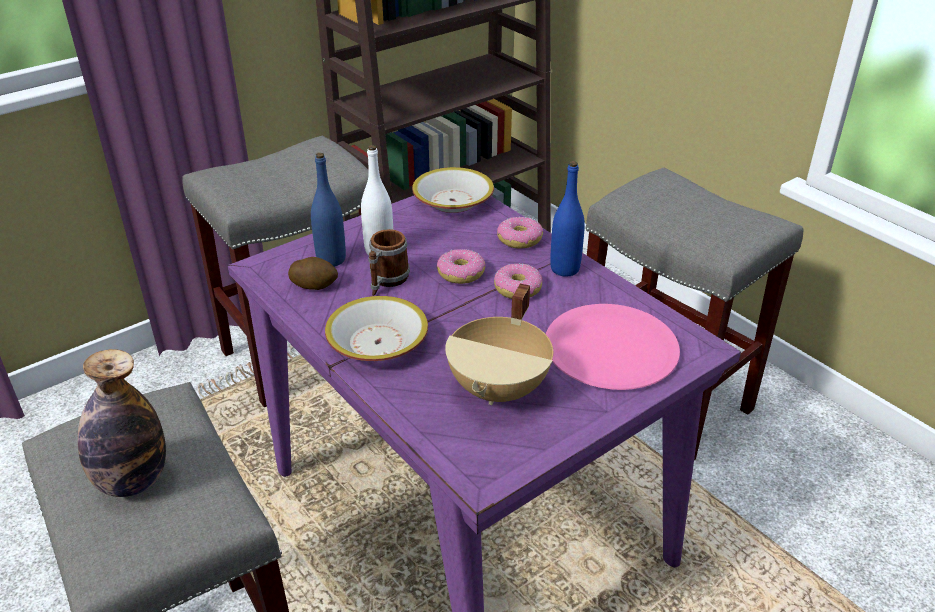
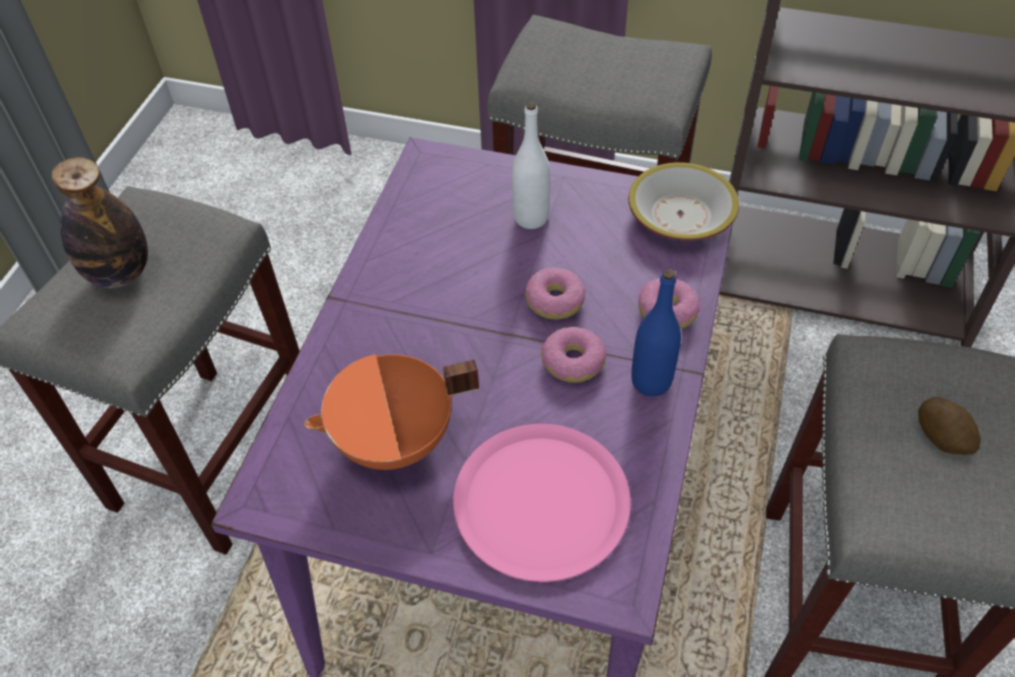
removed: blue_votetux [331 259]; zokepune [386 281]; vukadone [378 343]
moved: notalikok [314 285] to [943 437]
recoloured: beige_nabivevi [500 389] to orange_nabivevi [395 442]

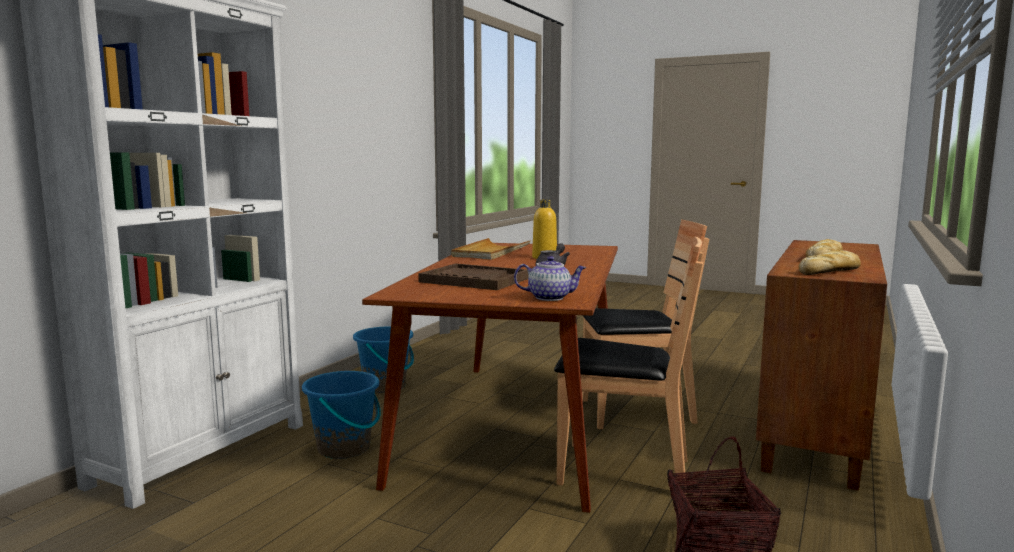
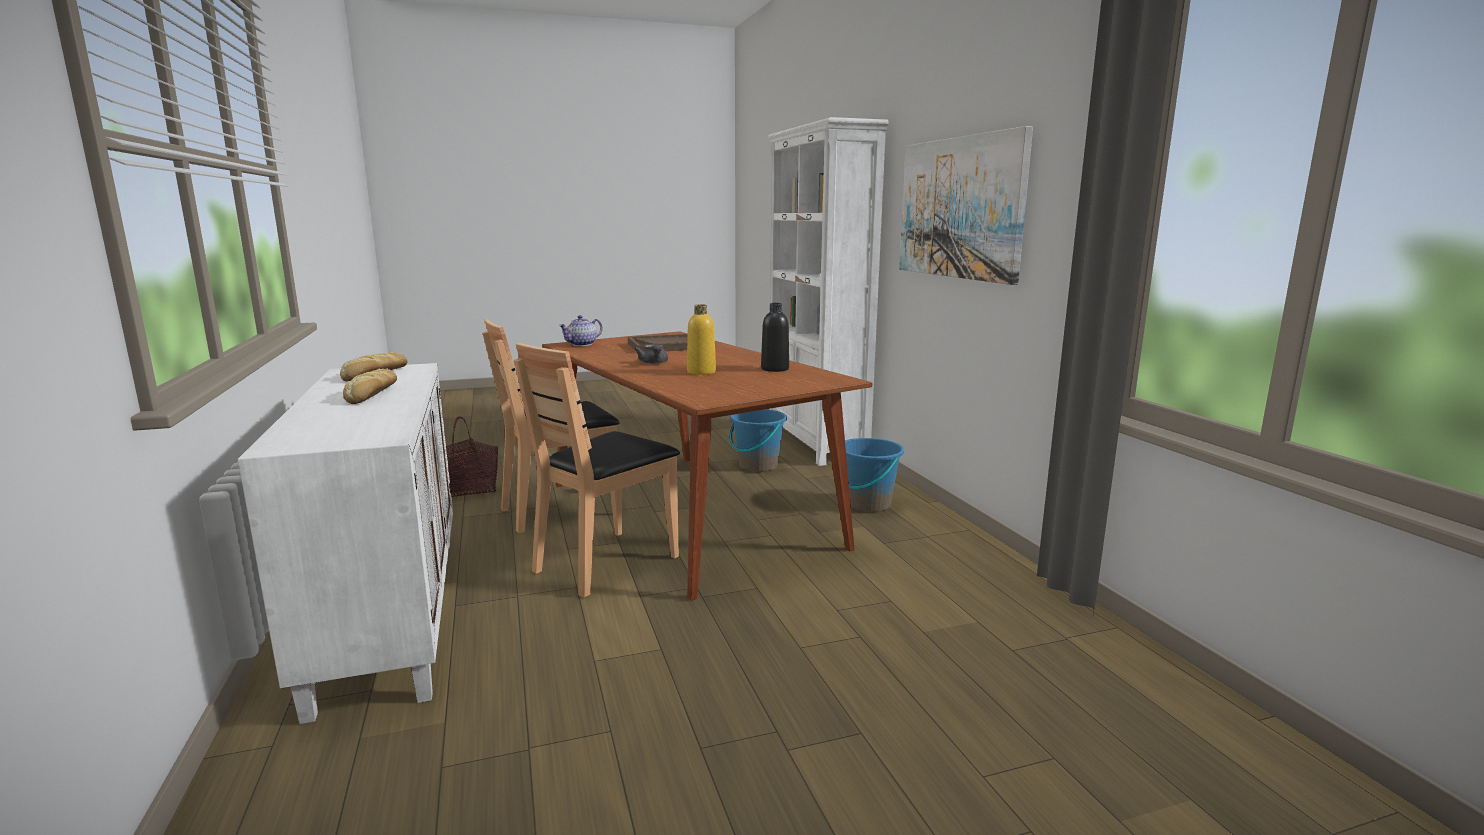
added: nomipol [960 208]
replaced: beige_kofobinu [491 252] to black_votetux [775 369]
recoloured: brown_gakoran [818 429] to white_gakoran [388 614]

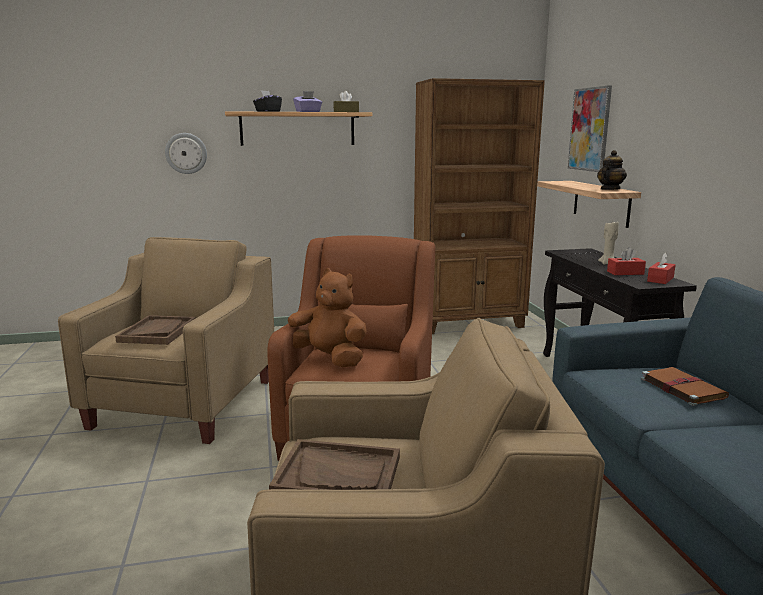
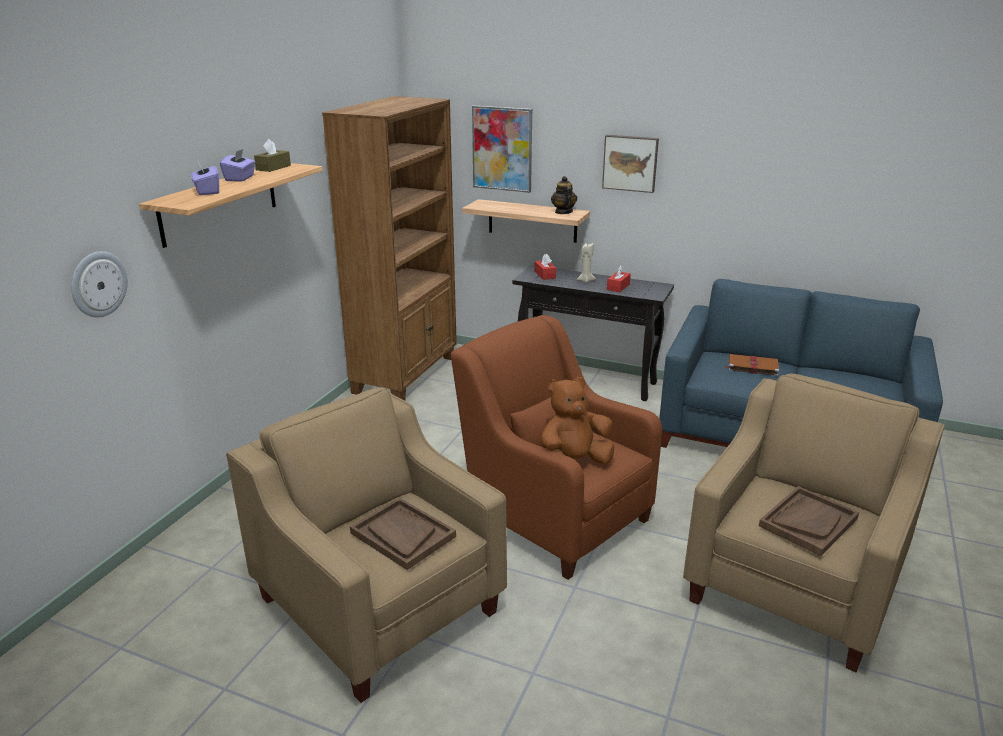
added: nomipol [630 163]
moved: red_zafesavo [660 279] to [545 275]
recoloured: black_zafesavo [268 111] to purple_zafesavo [207 191]

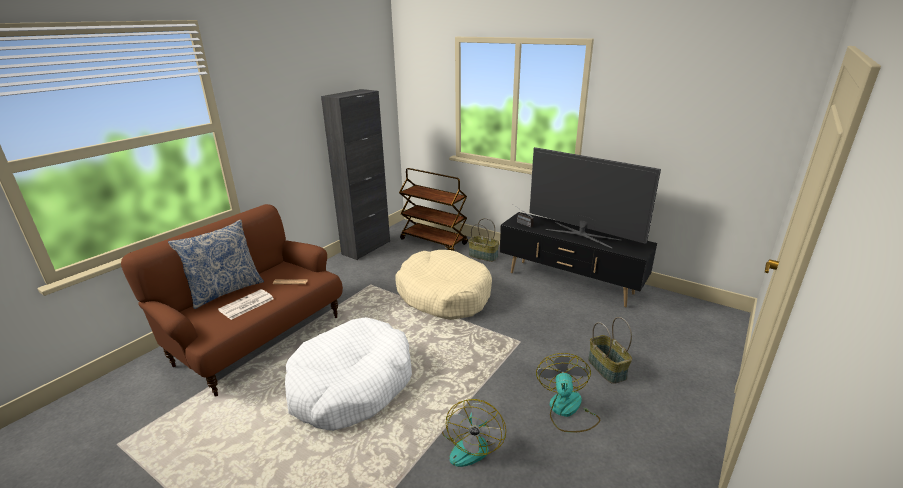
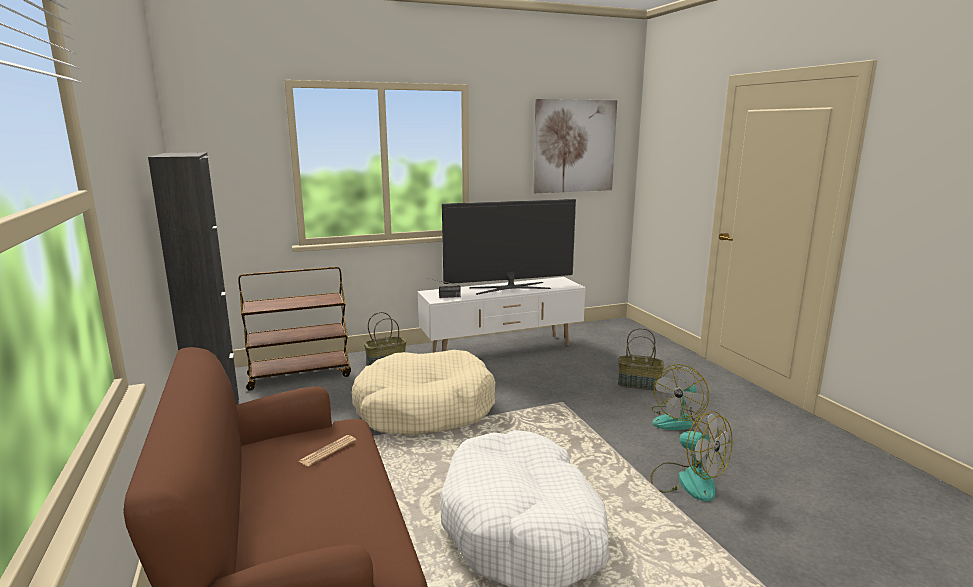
removed: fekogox [225 291]; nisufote [246 305]
added: nomipol [574 146]
recoloured: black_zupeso [569 283] to white_zupeso [502 349]
turned: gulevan [567 410] = [677 420] 90 degrees counterclockwise

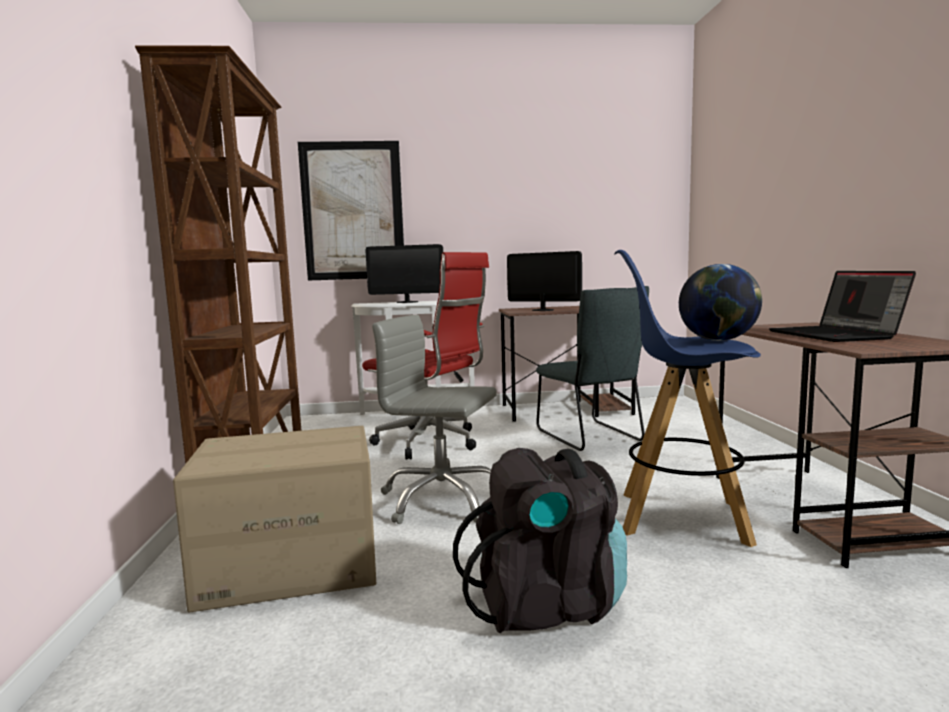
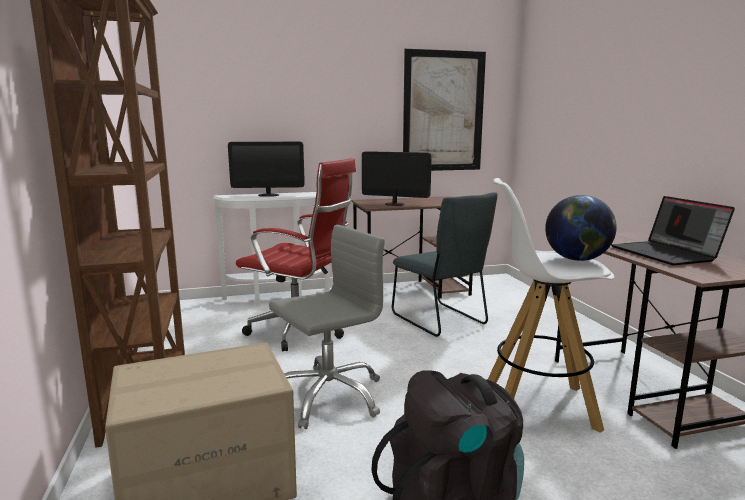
moved: nomipol [353 211] to [443 111]
recoloured: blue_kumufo [680 517] to white_kumufo [537 405]
turned: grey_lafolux [441 499] = [328 396] 135 degrees clockwise

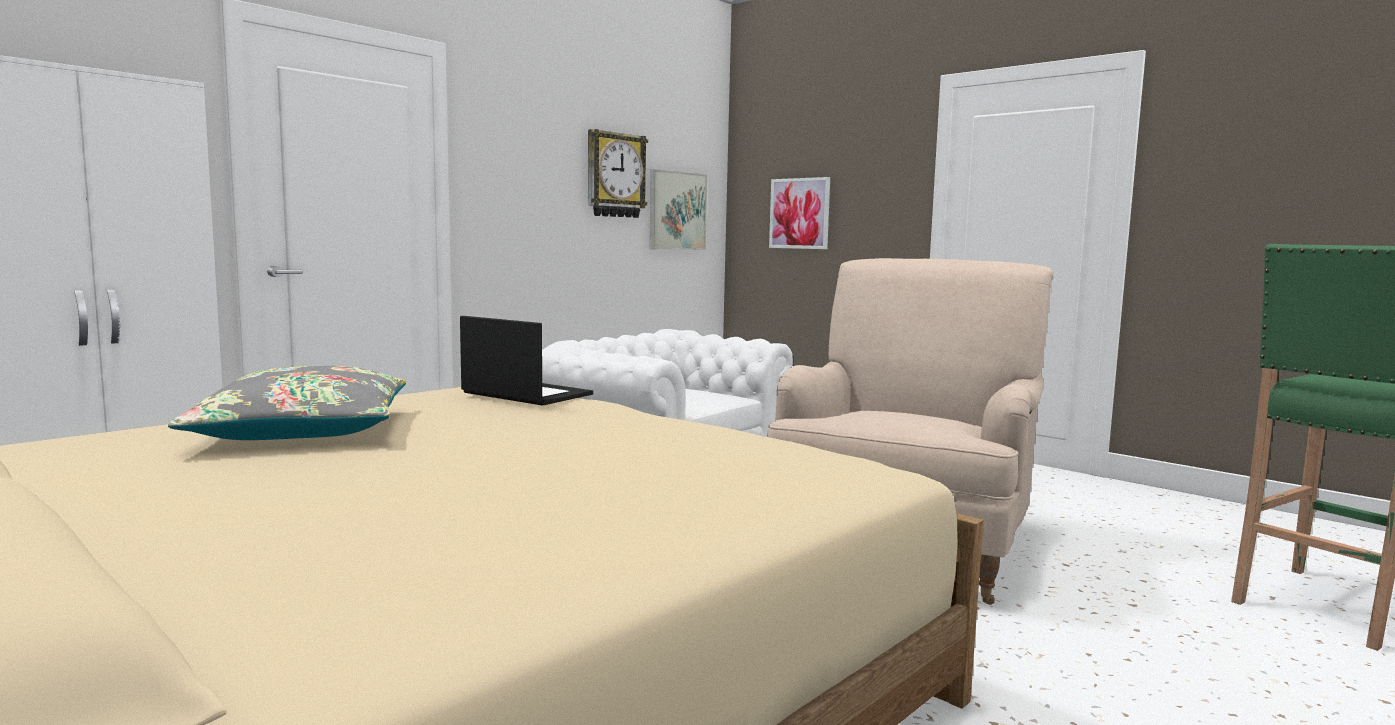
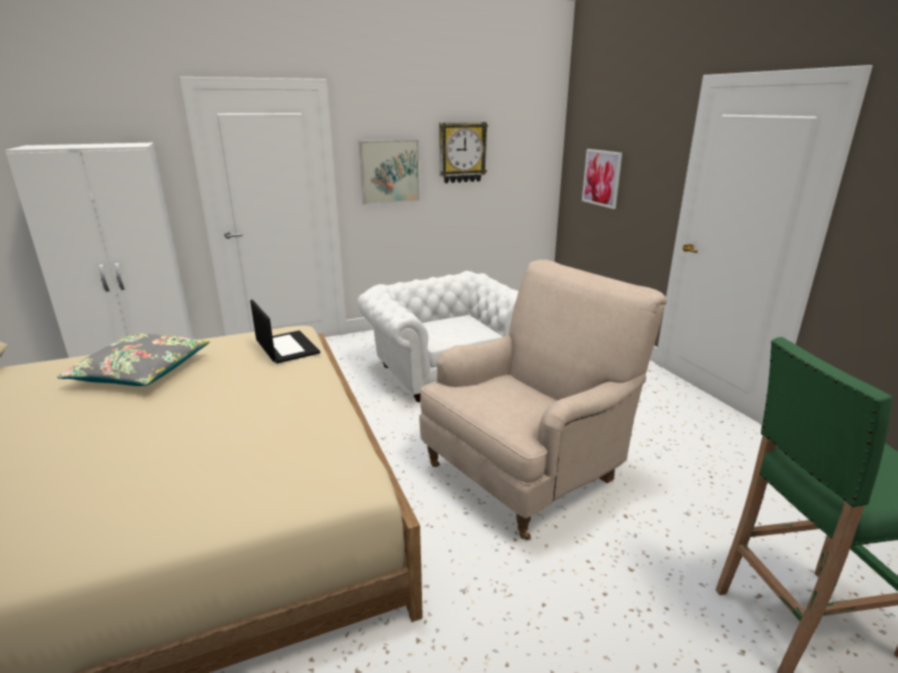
moved: nomipol [677 211] to [389 171]

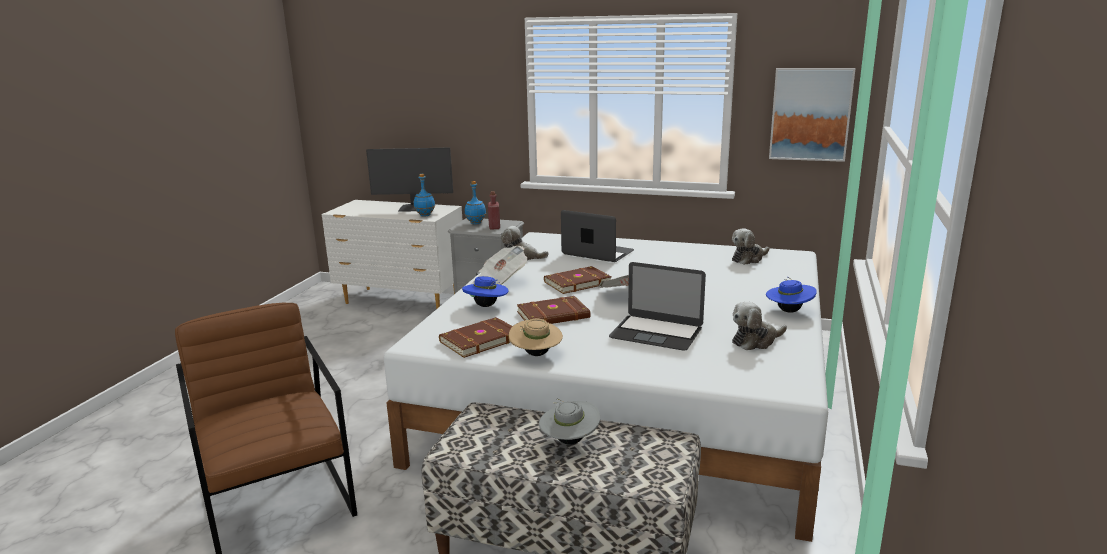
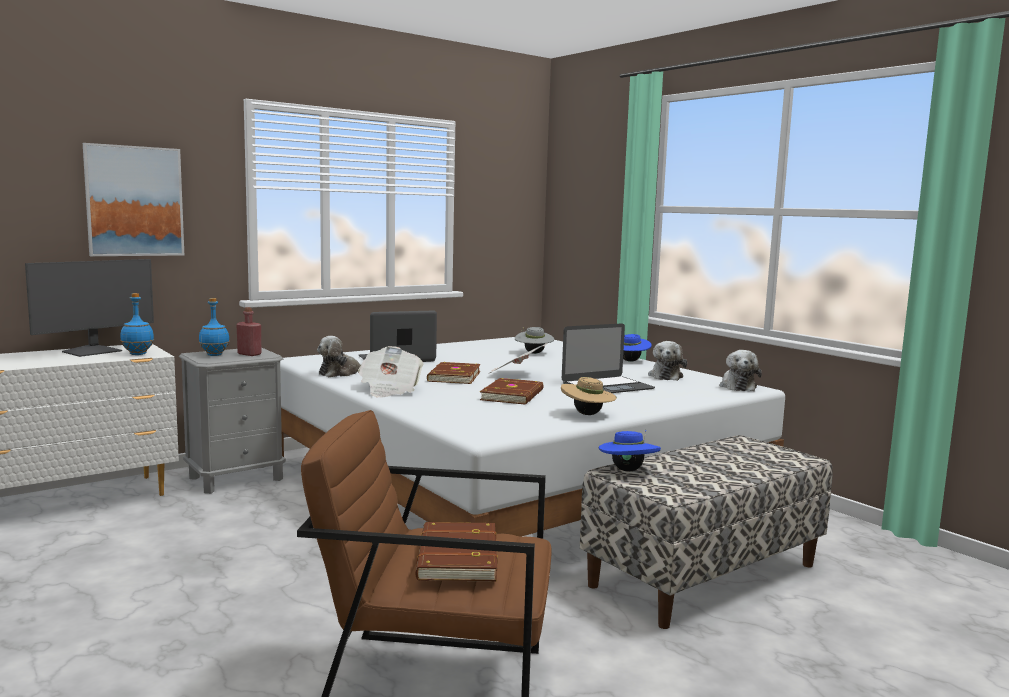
moved: nomipol [810 114] to [134 201]; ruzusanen [748 259] to [737 386]; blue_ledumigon [486 306] to [628 470]; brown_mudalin [479 340] to [455 557]; grey_ledumigon [569 441] to [533 353]

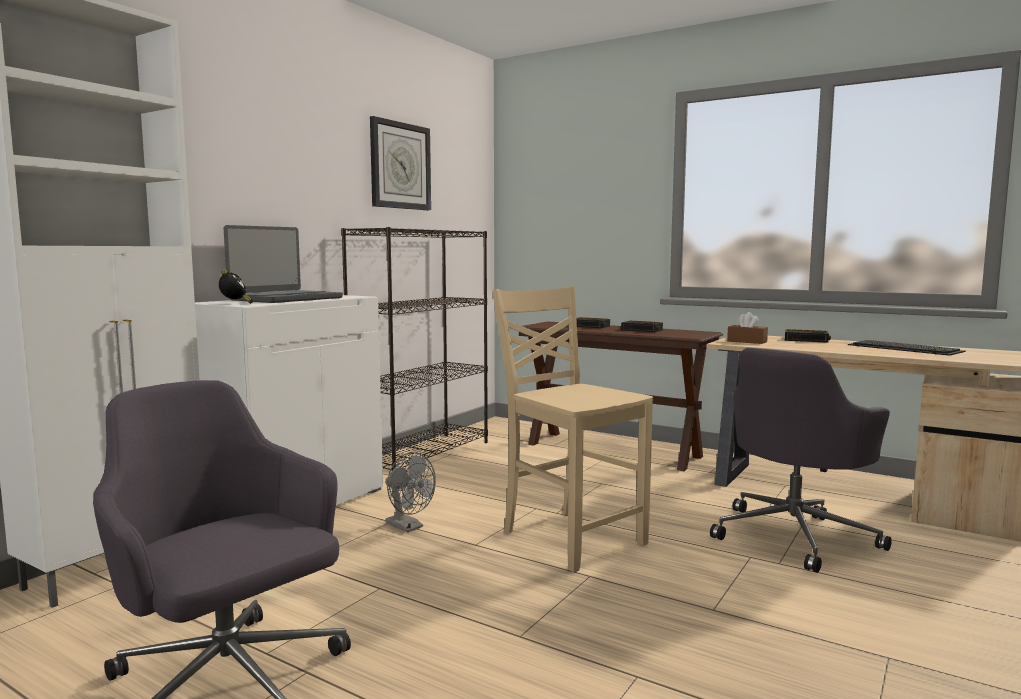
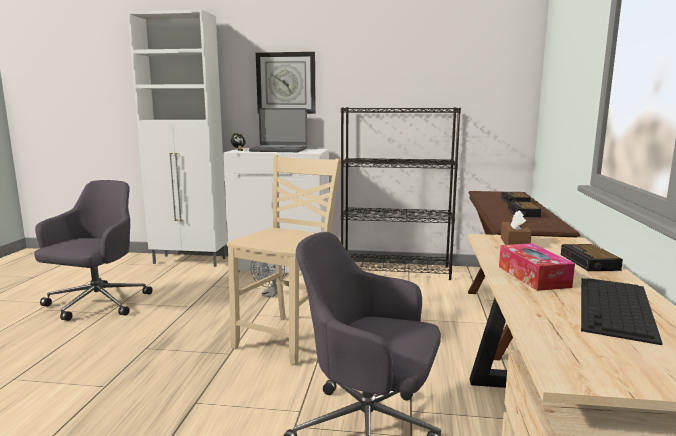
added: zafesavo [533 276]
moved: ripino [400 166] to [286 83]

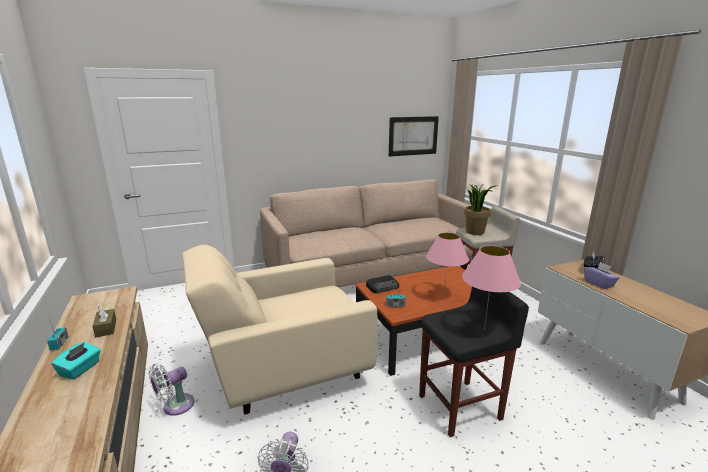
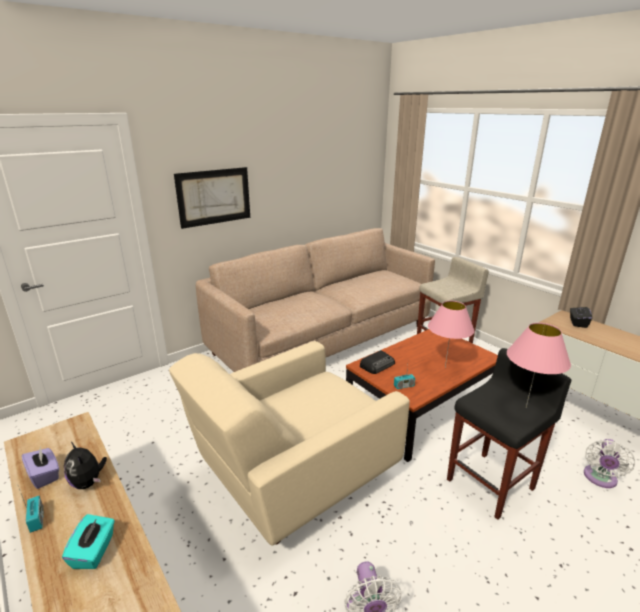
removed: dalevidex [475 232]
moved: nomipol [413 136] to [214 197]; purple_zafesavo [599 283] to [45 475]; white_gulevan [175 406] to [599 479]
replaced: brown_zafesavo [106 328] to ruzusanen [88 482]

